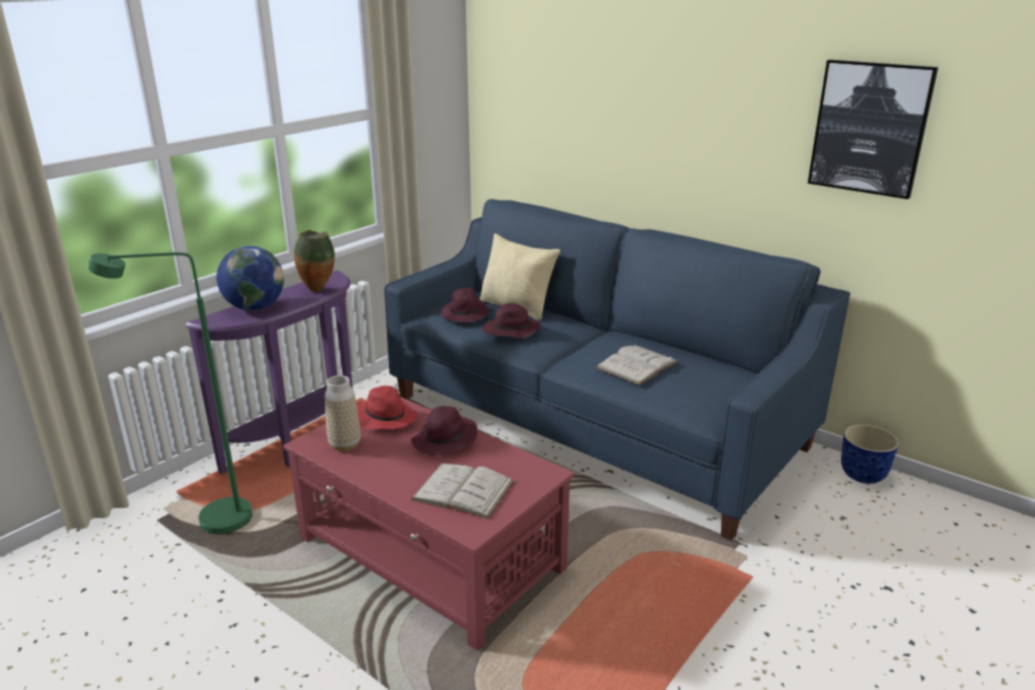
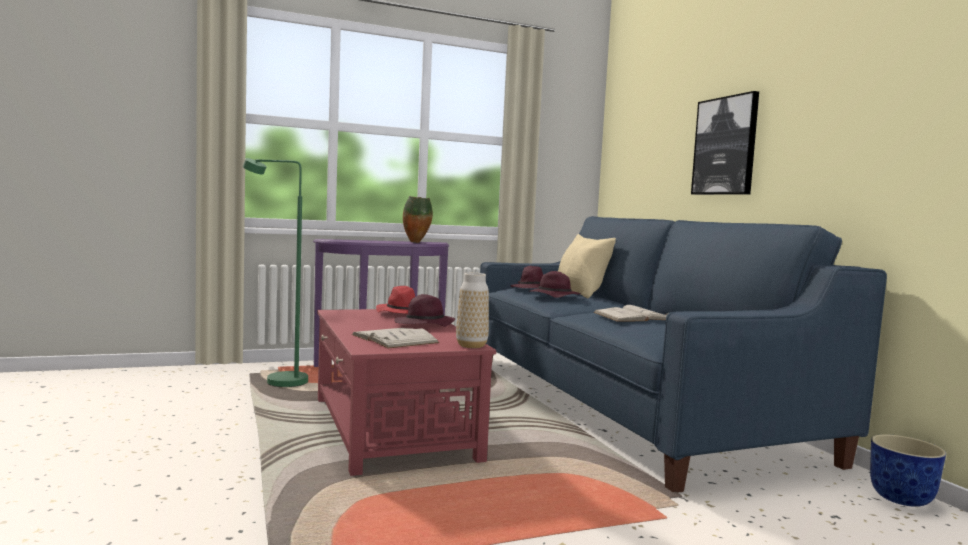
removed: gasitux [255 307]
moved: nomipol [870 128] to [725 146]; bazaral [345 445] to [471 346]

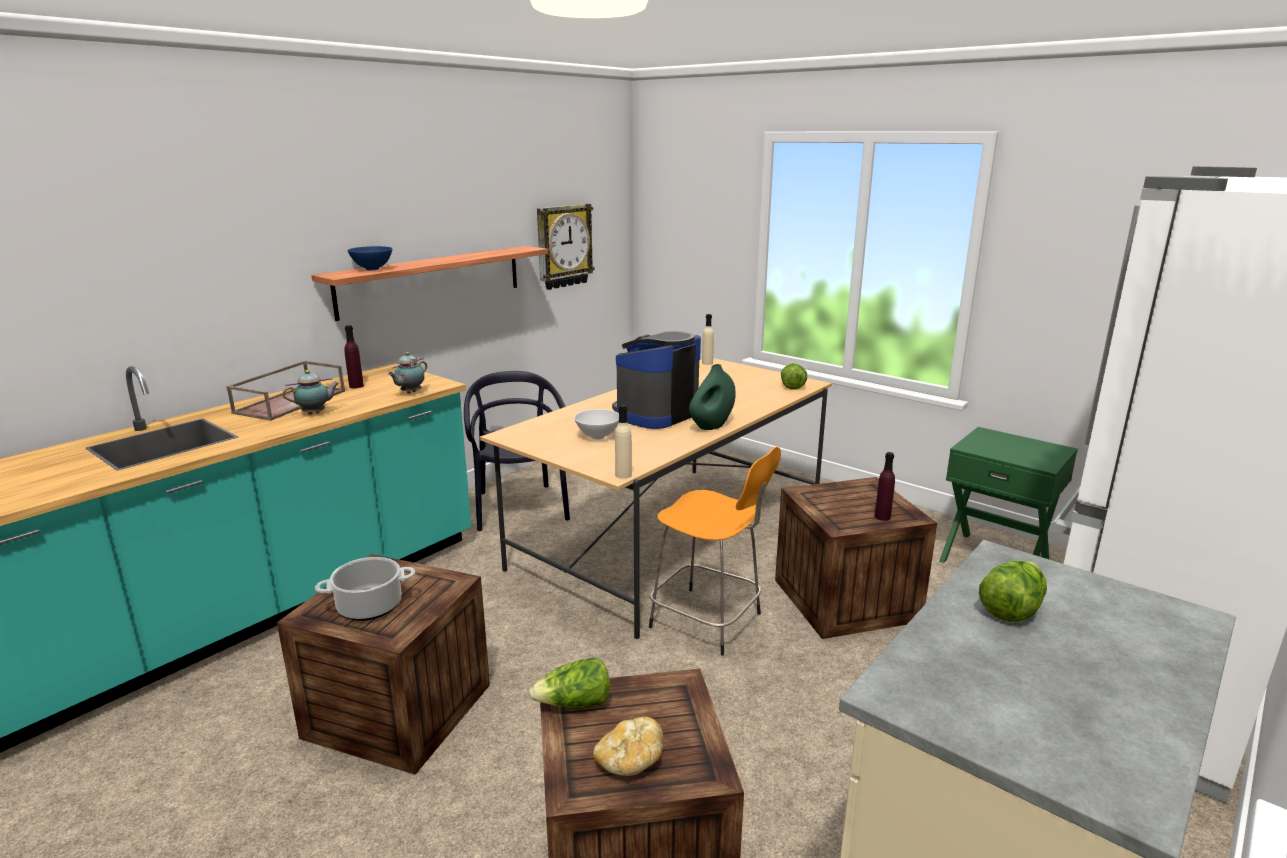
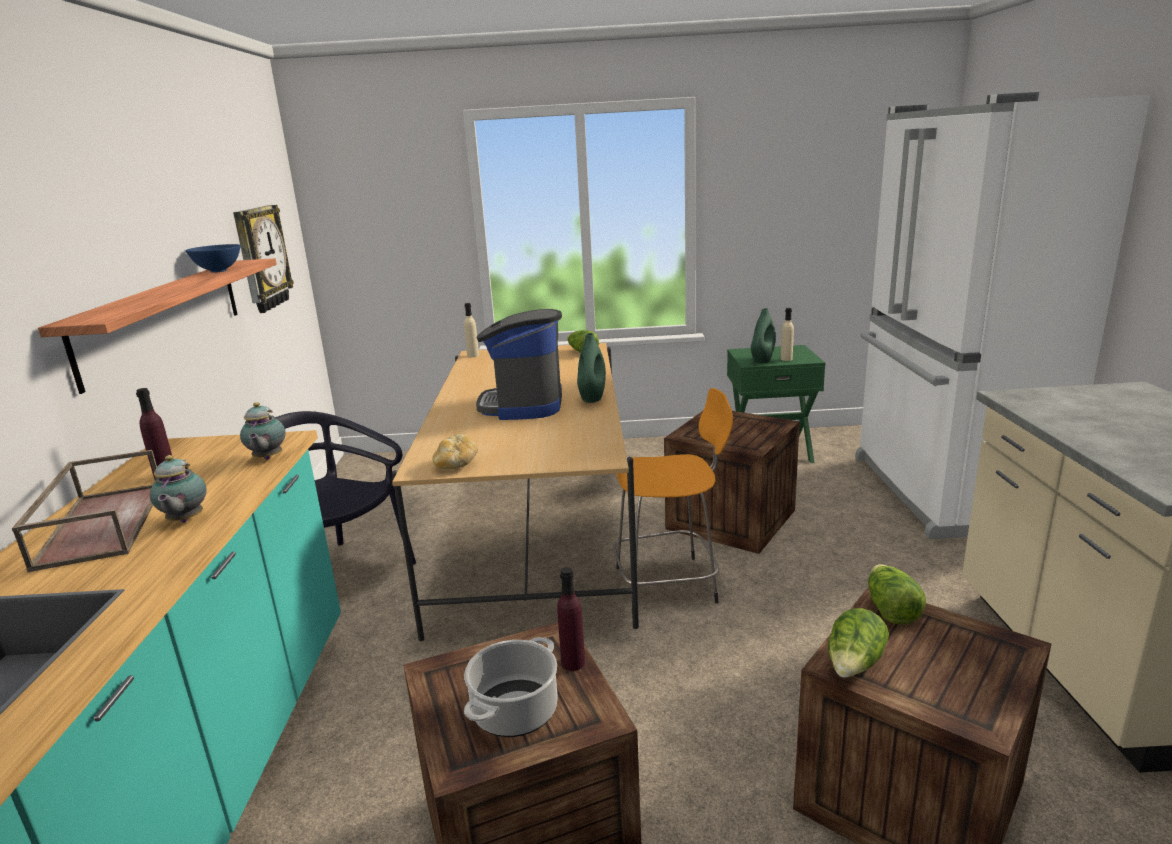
removed: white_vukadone [598 436]
added: green_bazaral [762 360]
moved: blue_vukadone [372 269] to [218 271]; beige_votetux [623 475] to [786 359]; purple_votetux [882 517] to [573 662]; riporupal [1010 607] to [890 609]; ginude [630 761] to [456 465]
turned: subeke [316 413] = [184 521] 150 degrees clockwise

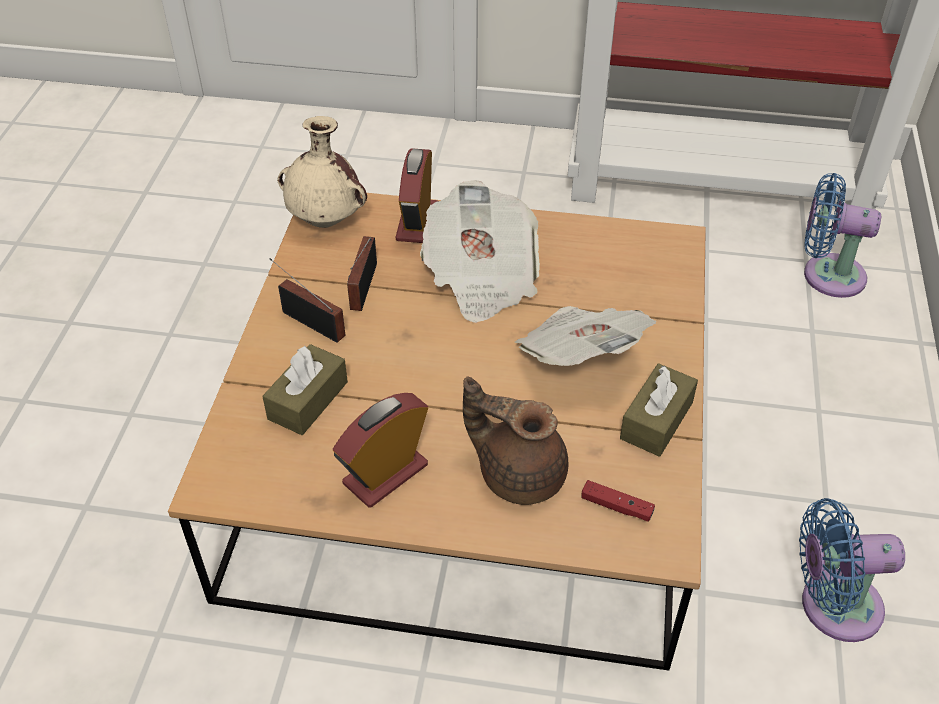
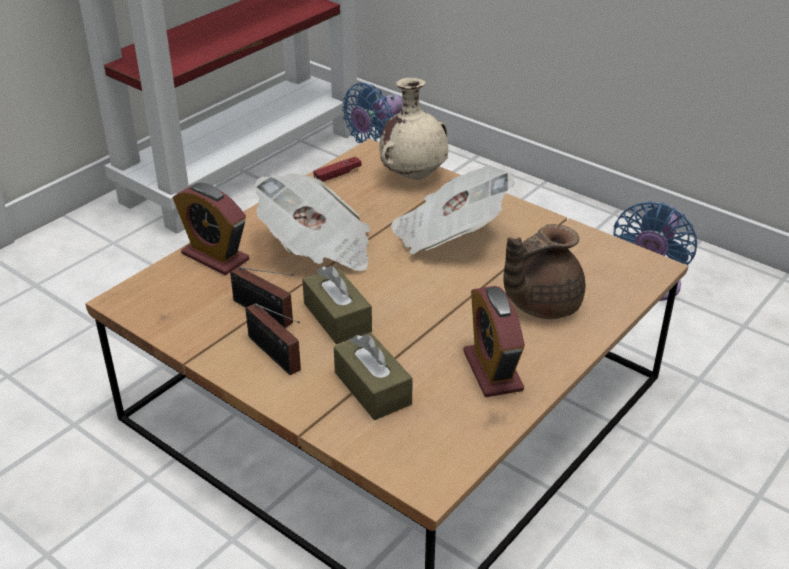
moved: beige_bazaral [326 221] to [414 176]; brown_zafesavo [656 420] to [337 317]; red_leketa [616 506] to [337 174]
turned: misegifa [311 321] = [276 356] 105 degrees counterclockwise

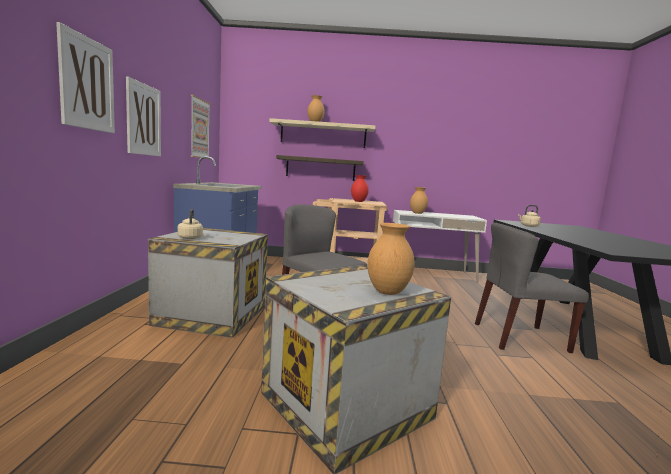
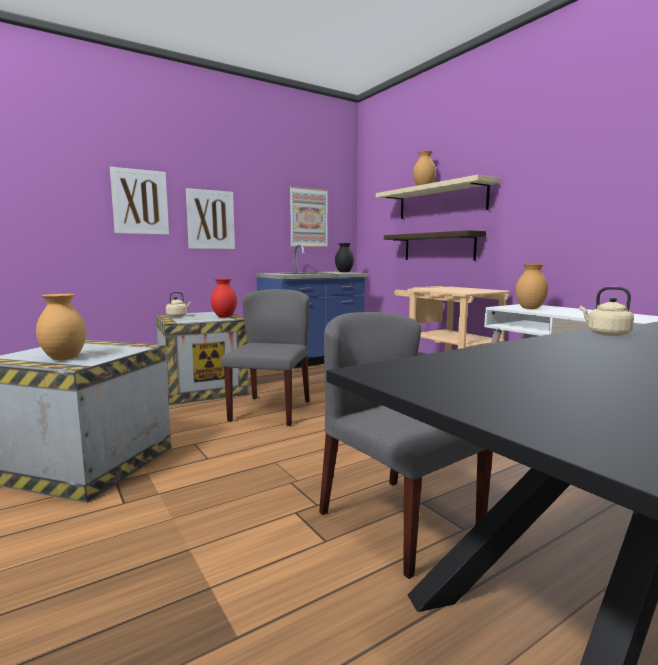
added: black_bazaral [344 272]
moved: red_bazaral [358 201] to [224 317]

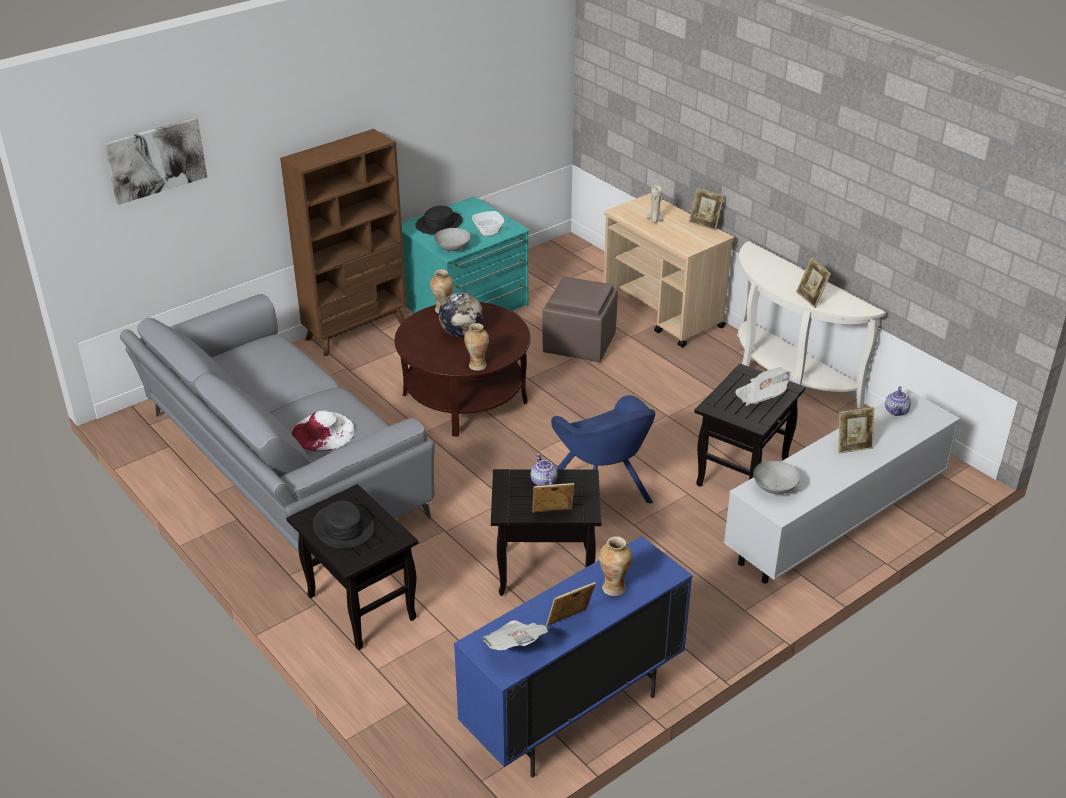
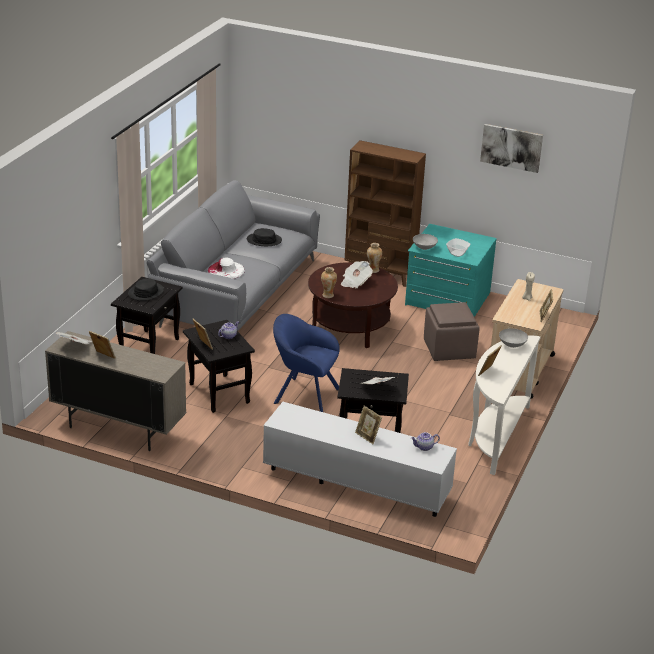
removed: bazaral [614 587]
moved: nomipol [156 159] to [511 147]; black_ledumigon [439 224] to [264 240]; grey_vukadone [774 488] to [512 345]
replaced: gasitux [461 333] to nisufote [355 282]
recoloured: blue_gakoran [573 716] to beige_gakoran [118 429]
turned: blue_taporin [602 494] = [303 395] 75 degrees clockwise

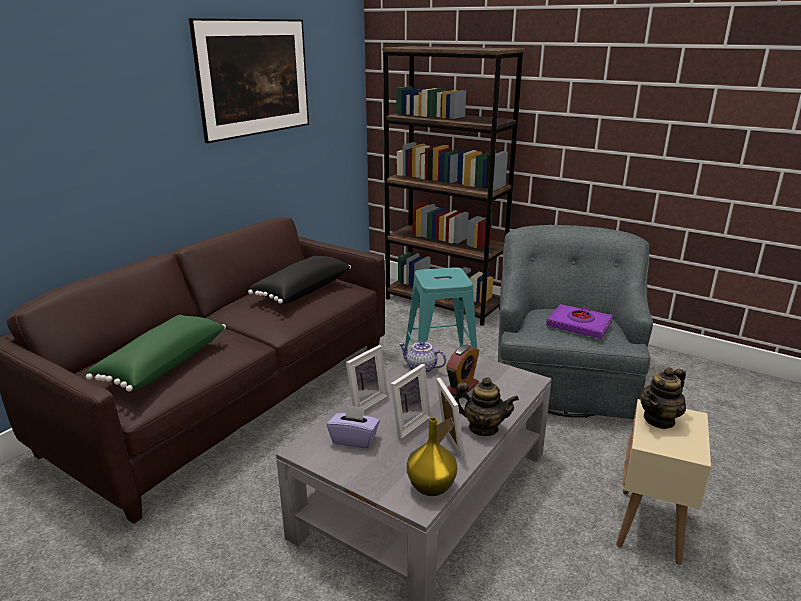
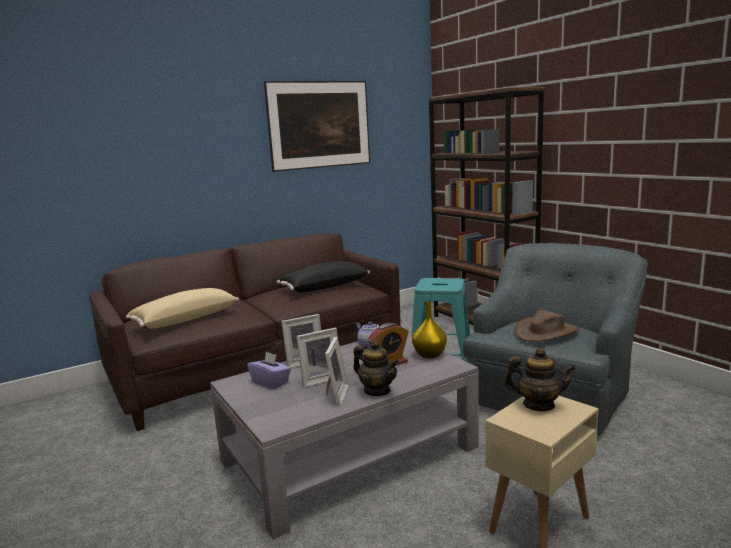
moved: yellow_bazaral [430 487] to [429 355]
replaced: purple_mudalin [579 325] to brown_ledumigon [546 332]
recoloured: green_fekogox [162 364] to beige_fekogox [185 319]
turned: subeke [659 420] = [538 405] 150 degrees counterclockwise

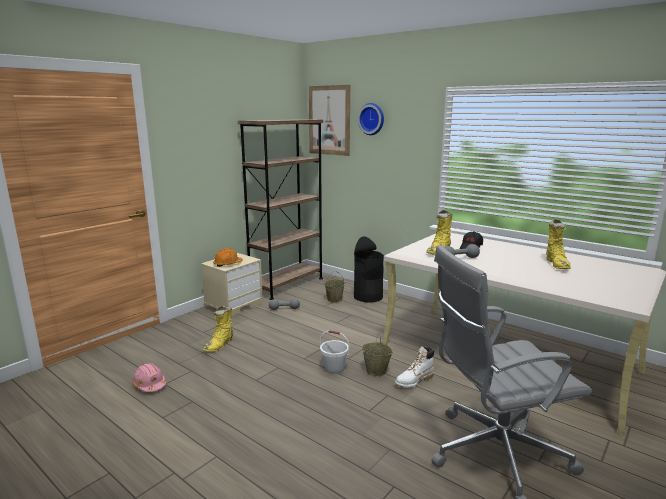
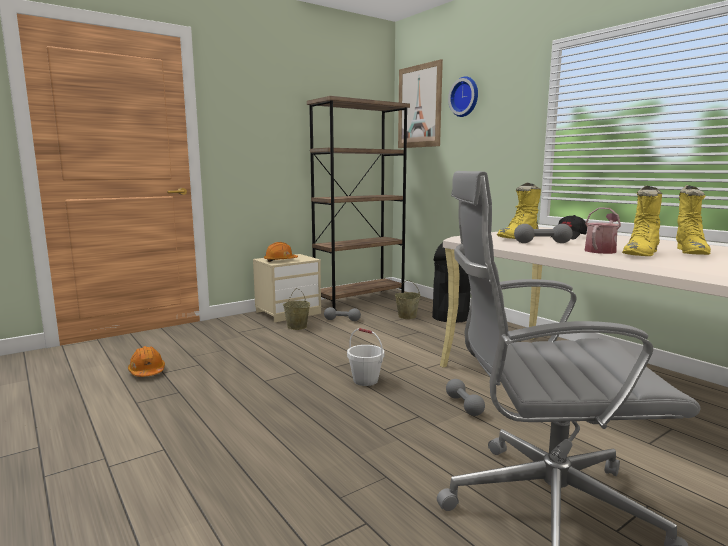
added: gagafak [601 250]
moved: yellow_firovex [220 345] to [641 254]; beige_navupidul [376 371] to [297 327]
replaced: white_firovex [414 381] to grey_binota [464 405]
recoloured: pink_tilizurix [150 385] to orange_tilizurix [147 372]

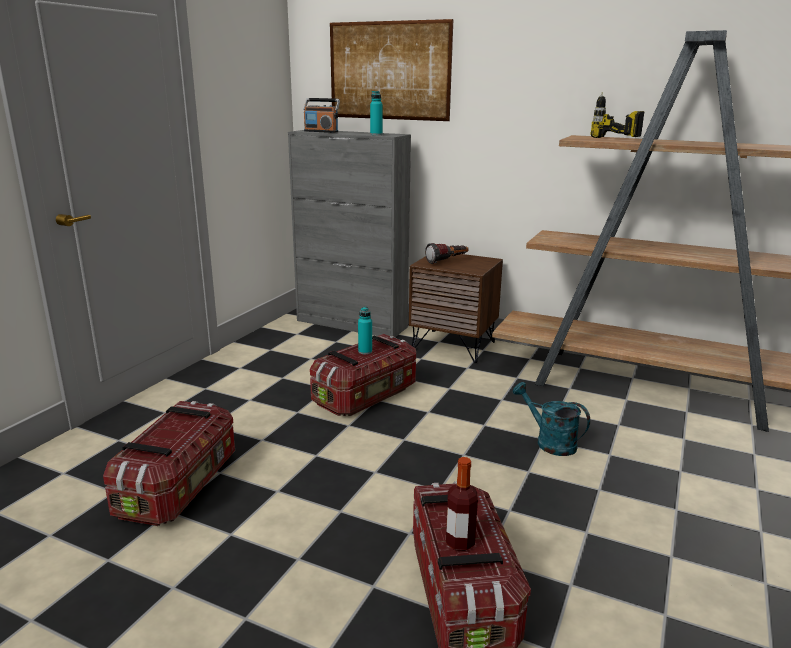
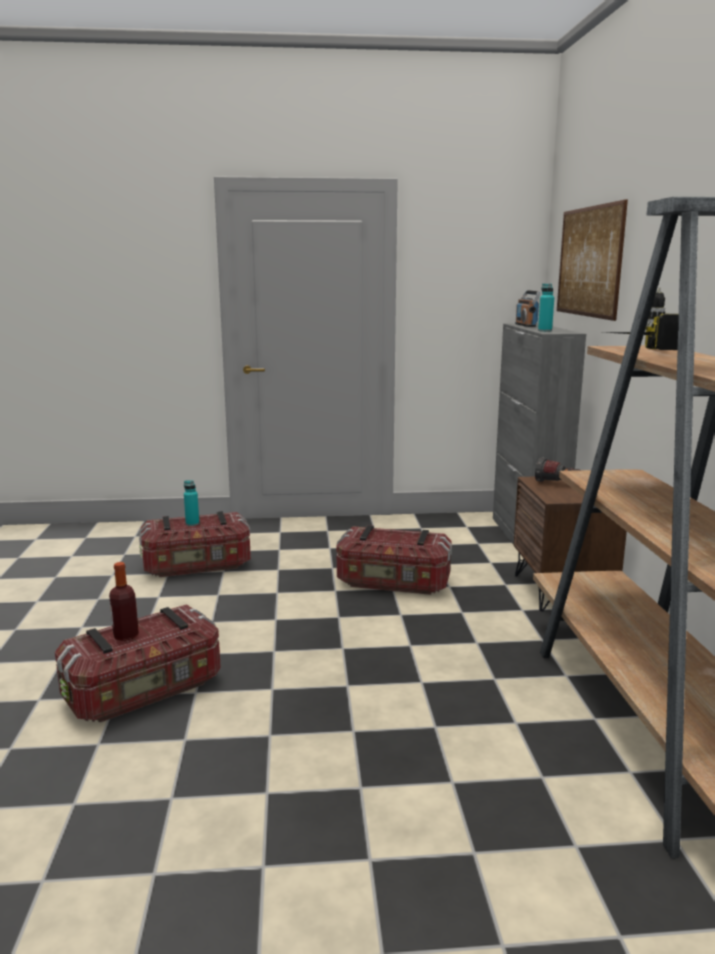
removed: turquoise_gagafak [549 442]
moved: turquoise_votetux [365 351] to [192 524]

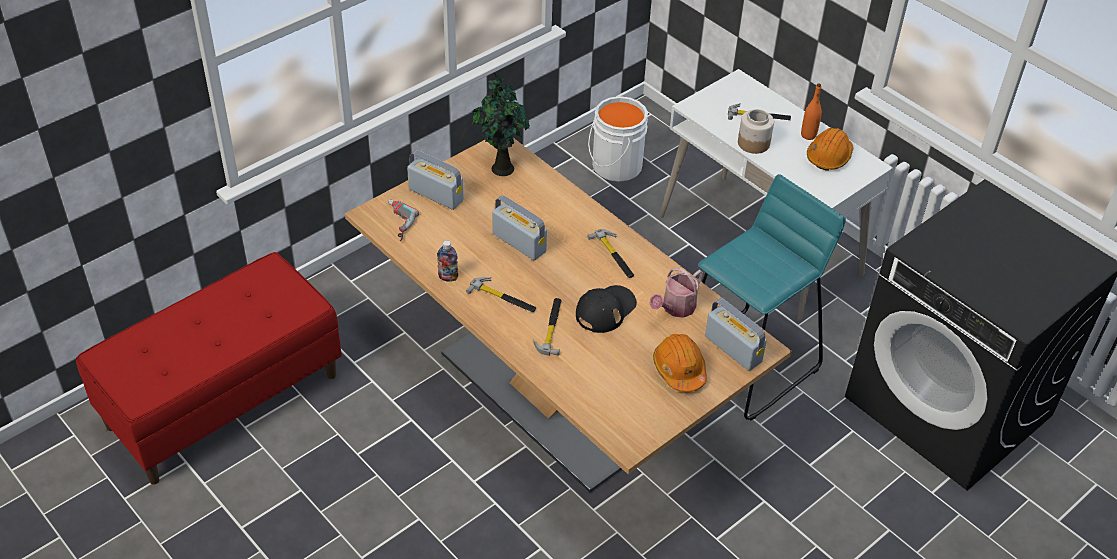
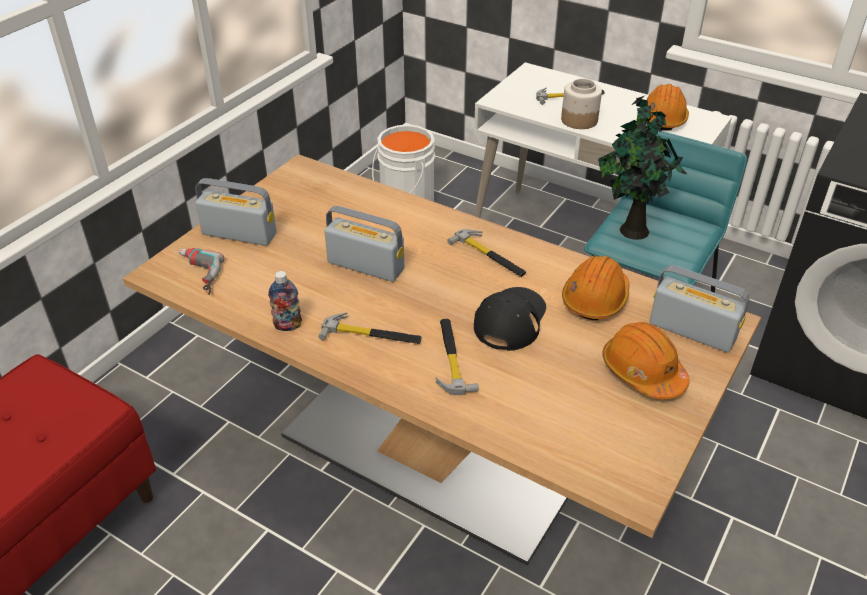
removed: orange_votetux [808 135]
moved: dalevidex [501 167] to [631 230]
replaced: gagafak [675 308] to orange_tilizurix [595 299]

